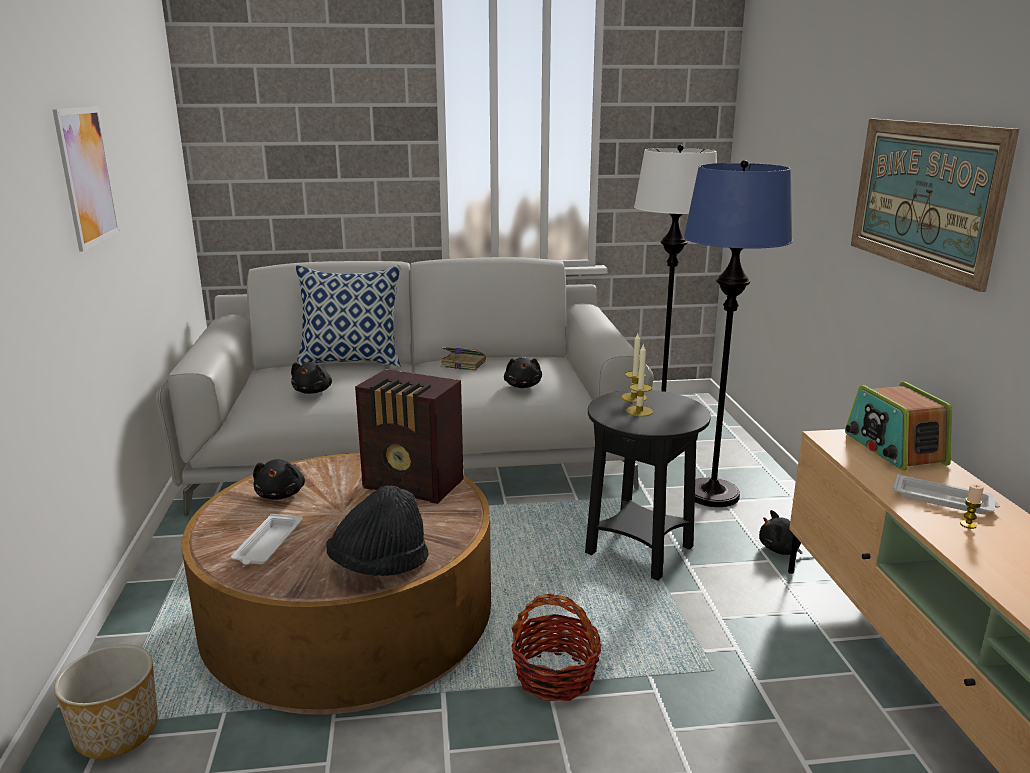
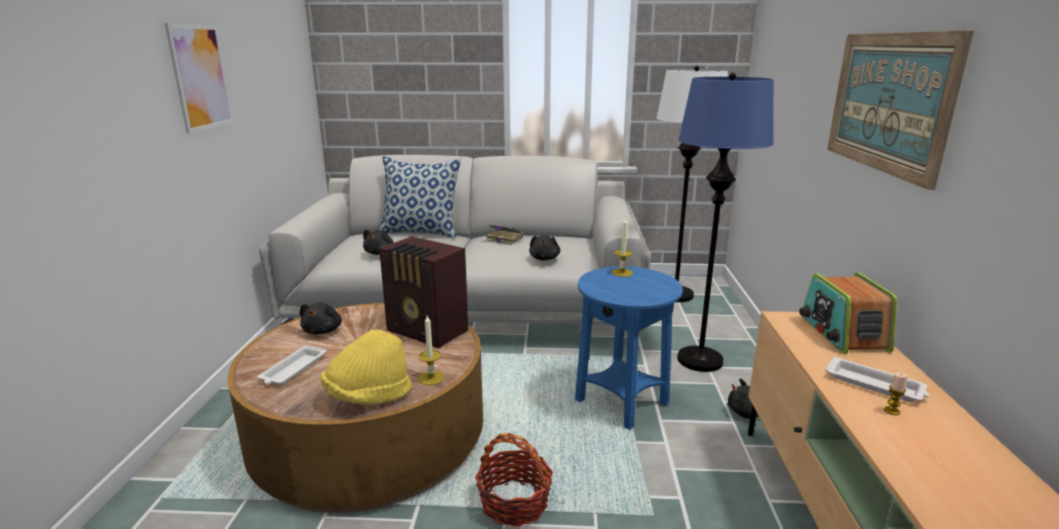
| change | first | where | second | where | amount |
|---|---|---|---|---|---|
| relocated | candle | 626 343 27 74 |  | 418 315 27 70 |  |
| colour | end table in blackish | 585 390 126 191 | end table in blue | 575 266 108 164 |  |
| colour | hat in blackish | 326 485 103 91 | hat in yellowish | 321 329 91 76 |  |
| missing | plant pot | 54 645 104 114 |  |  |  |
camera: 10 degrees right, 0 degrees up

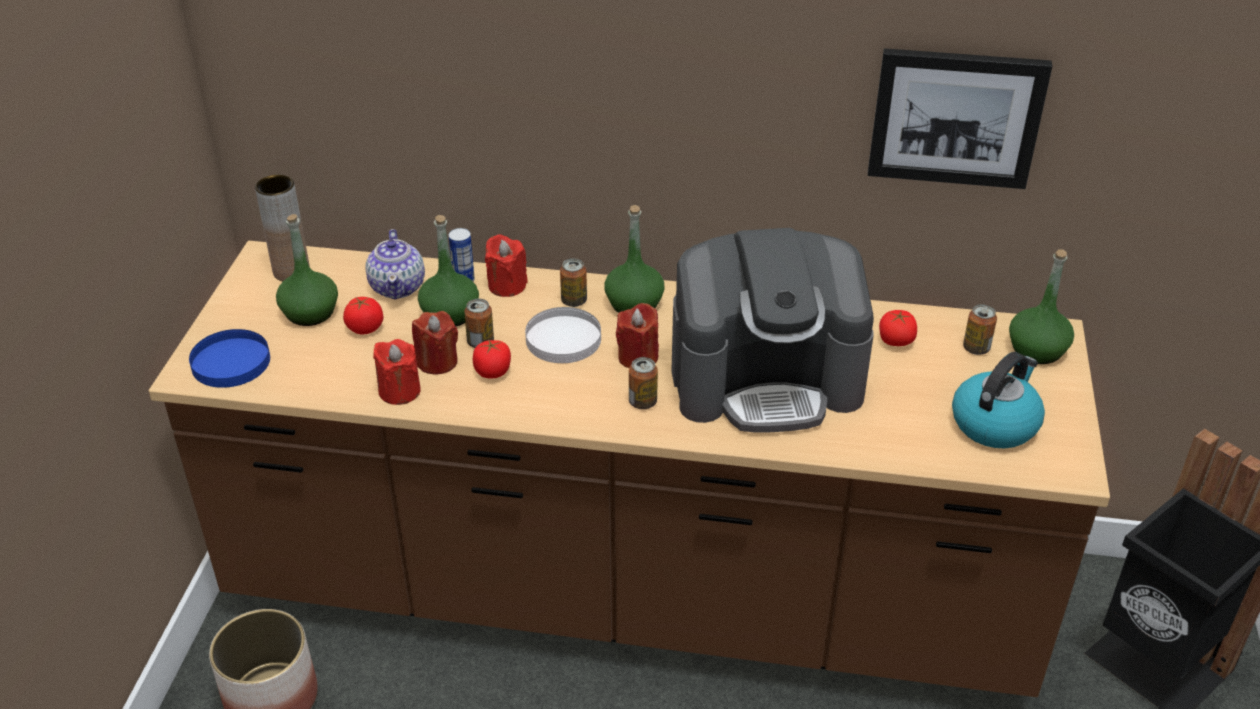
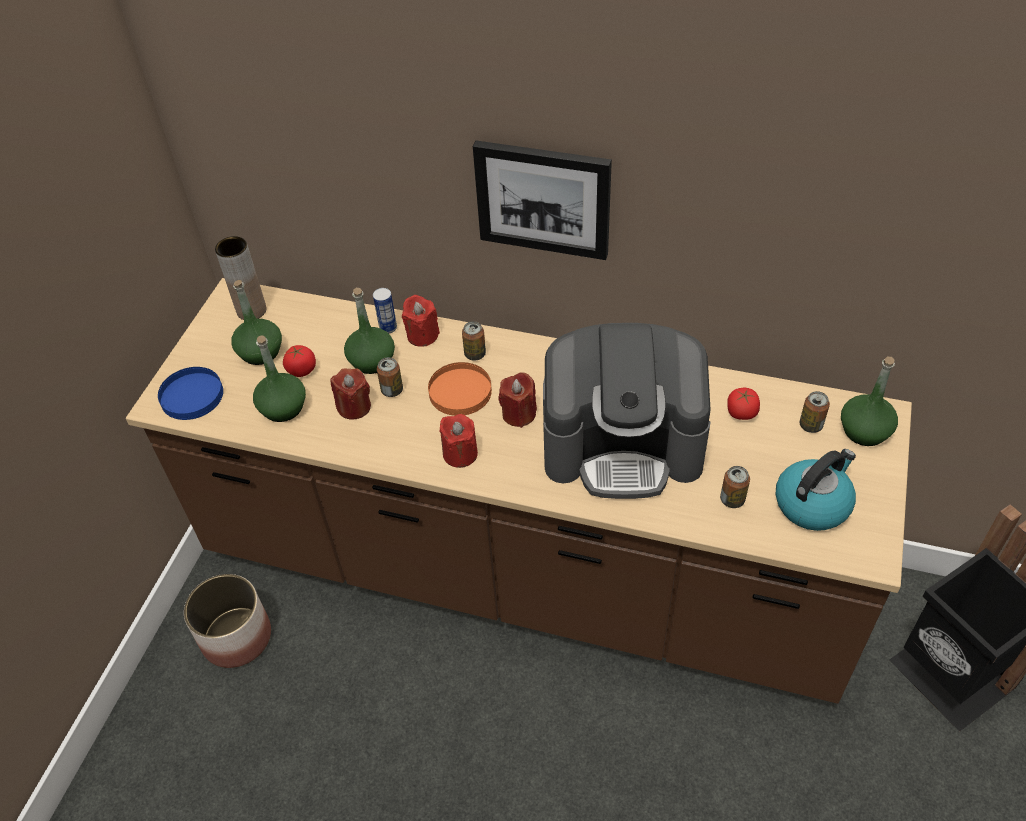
| change | first | where | second | where | amount |
|---|---|---|---|---|---|
| relocated | wall art | 868 48 184 141 |  | 473 140 139 120 |  |
| relocated | drink bottle in greenish | 604 205 61 108 |  | 253 335 53 87 |  |
| missing | pot for tea | 365 229 60 71 |  |  |  |
| colour | dinner plate in whitish | 525 307 76 56 | dinner plate in orangey | 428 362 64 54 |  |
| relocated | candle in red | 373 339 48 66 |  | 439 414 39 54 |  |
| missing | fresh tomato | 473 339 38 39 |  |  |  |
| relocated | sealed can | 629 357 29 52 |  | 720 466 30 42 |  |
camera: 10 degrees right, 10 degrees up

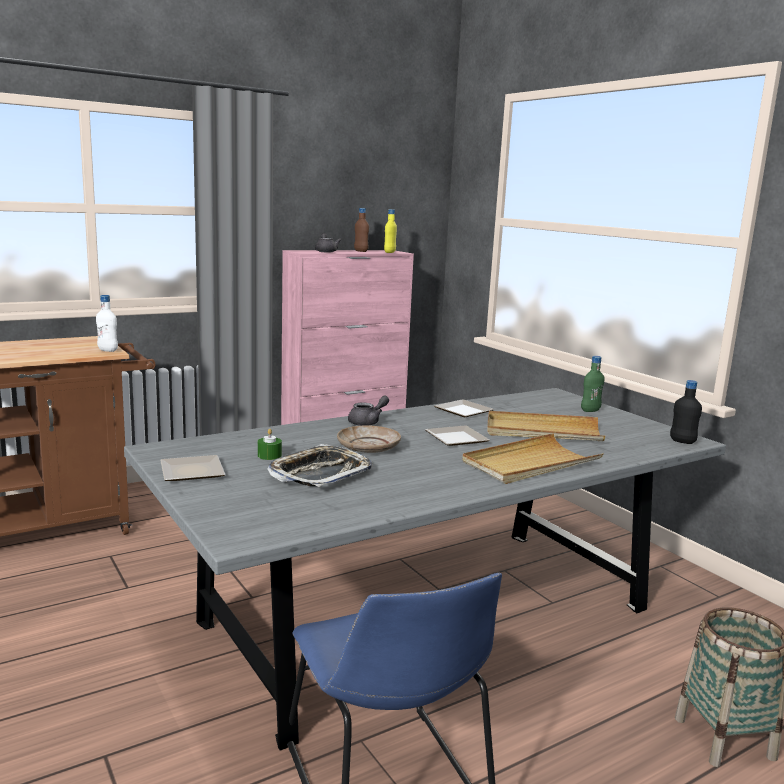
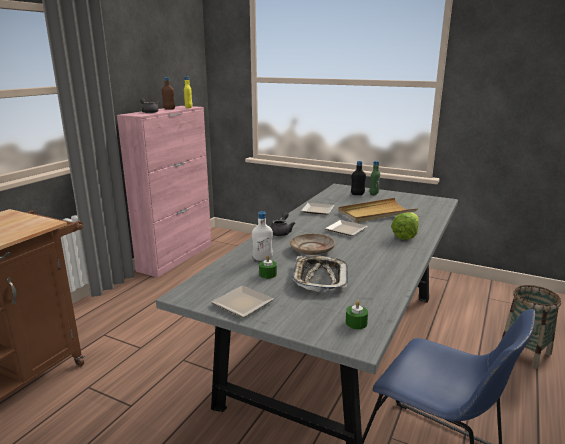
| change | first | where | second | where | amount |
|---|---|---|---|---|---|
| relocated | drink bottle in whitish | 96 295 22 57 |  | 252 211 21 50 |  |
| relocated | drink bottle in blackish | 670 380 32 64 |  | 351 161 15 34 |  |
| exchanged | carrying tray in sand-coloured | 462 433 141 51 | head of lettuce | 391 212 28 27 |  |
| appeared |  |  | candle in greenish | 346 300 22 29 |  |
camera: 30 degrees left, 5 degrees up

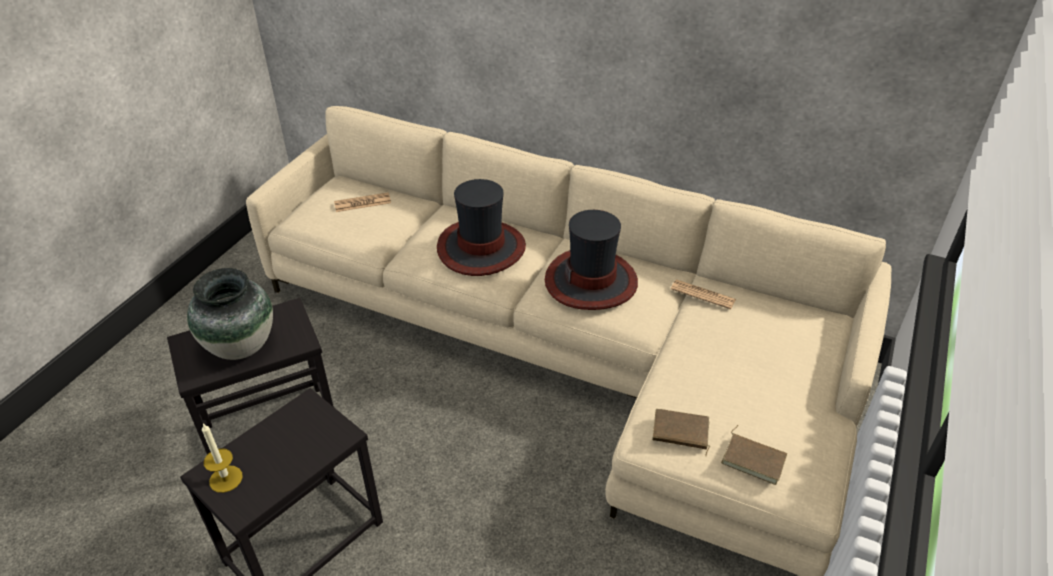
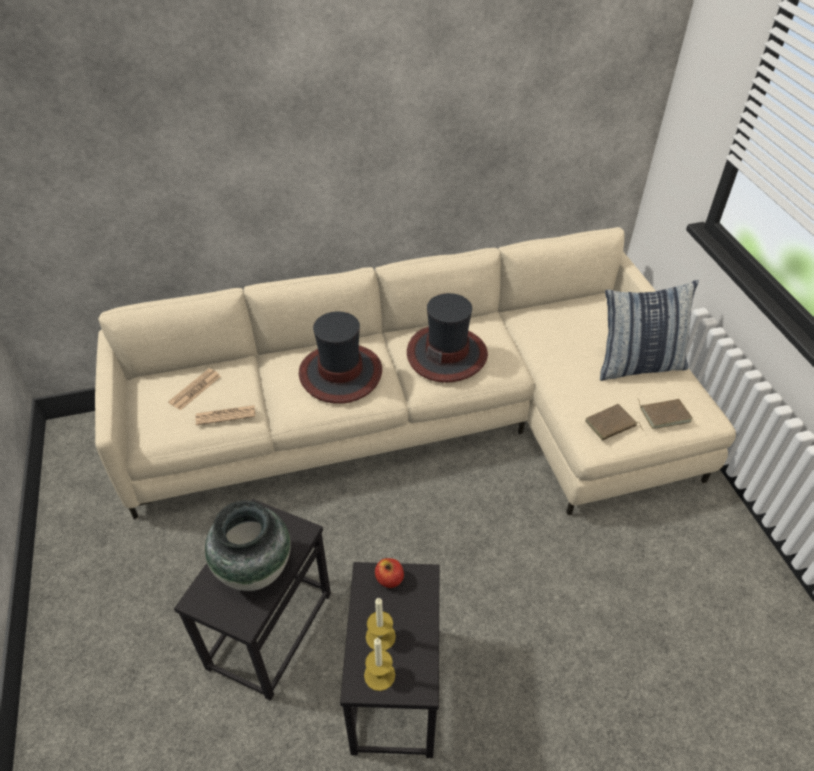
| change | first | where | second | where | amount |
|---|---|---|---|---|---|
| relocated | newspaper | 671 279 65 30 |  | 196 405 59 20 |  |
| appeared |  |  | cushion | 600 280 99 101 |  |
| appeared |  |  | whole apple | 375 558 29 30 |  |
| appeared |  |  | candle | 366 597 30 53 |  |
camera: 40 degrees left, 5 degrees up

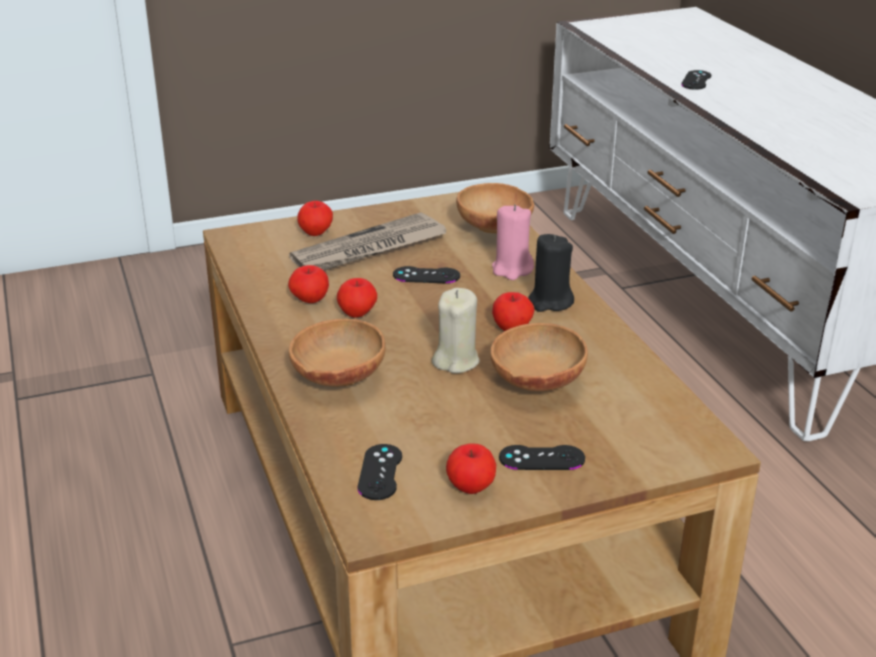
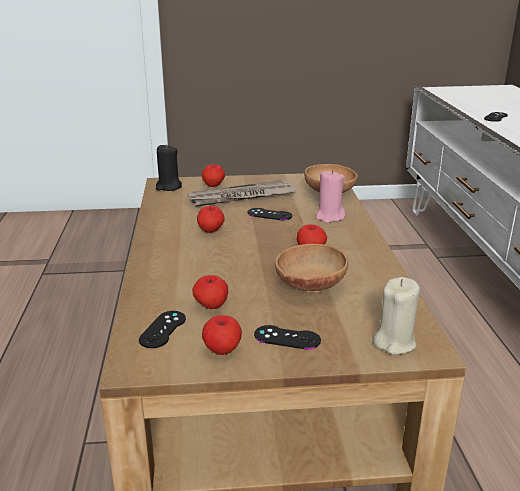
| change | first | where | second | where | amount |
|---|---|---|---|---|---|
| relocated | candle in blackish | 528 234 46 78 |  | 156 144 26 47 |  |
| relocated | whole apple | 288 265 41 38 |  | 192 275 36 34 |  |
| relocated | candle in sand-coloured | 432 288 48 86 |  | 372 277 48 78 |  |
| missing | bowl in brownish | 289 319 97 68 |  |  |  |
camera: 15 degrees right, 5 degrees down

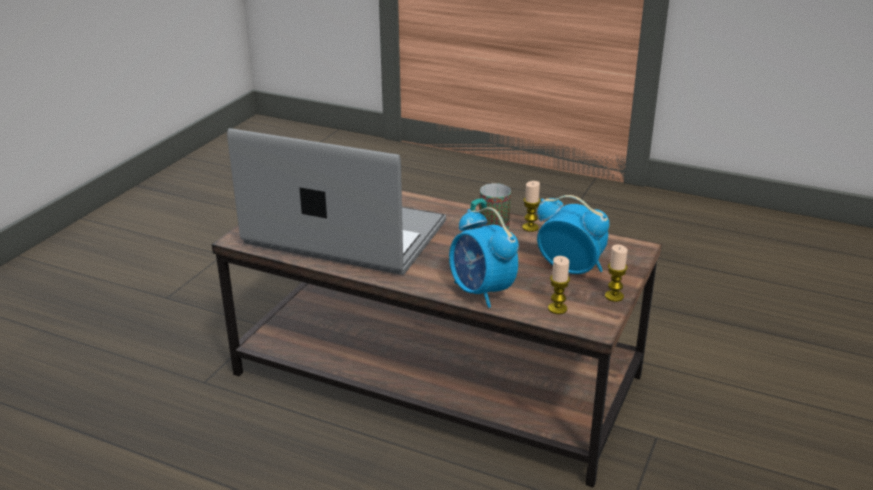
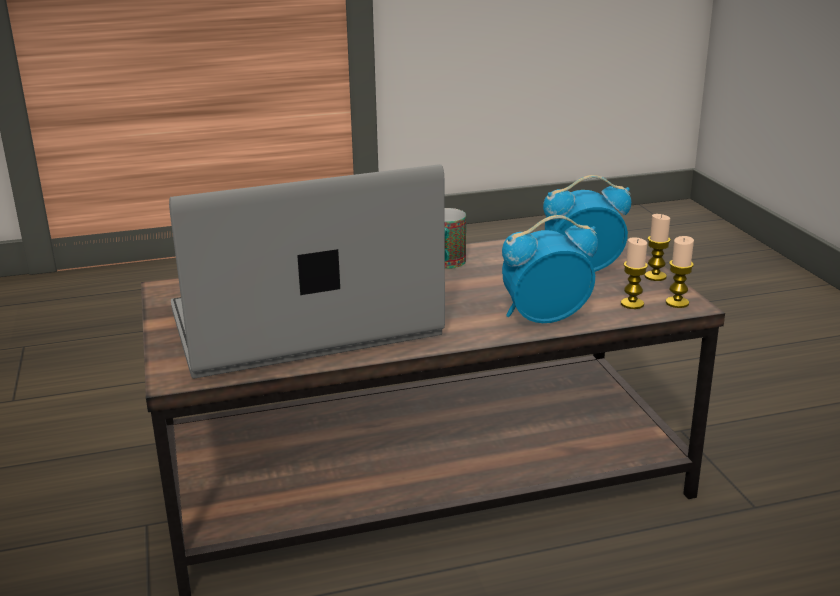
| change | first | where | second | where | amount |
|---|---|---|---|---|---|
| relocated | candle | 522 181 19 51 |  | 666 236 28 72 |  |
| spun | table clock | 449 207 70 101 |  | 502 215 96 108 | 150 degrees clockwise |
camera: 40 degrees left, 5 degrees down

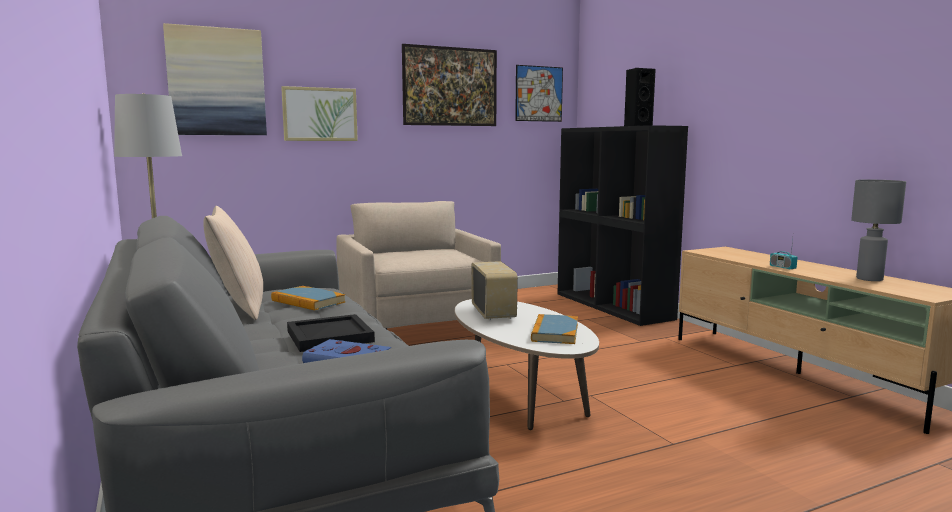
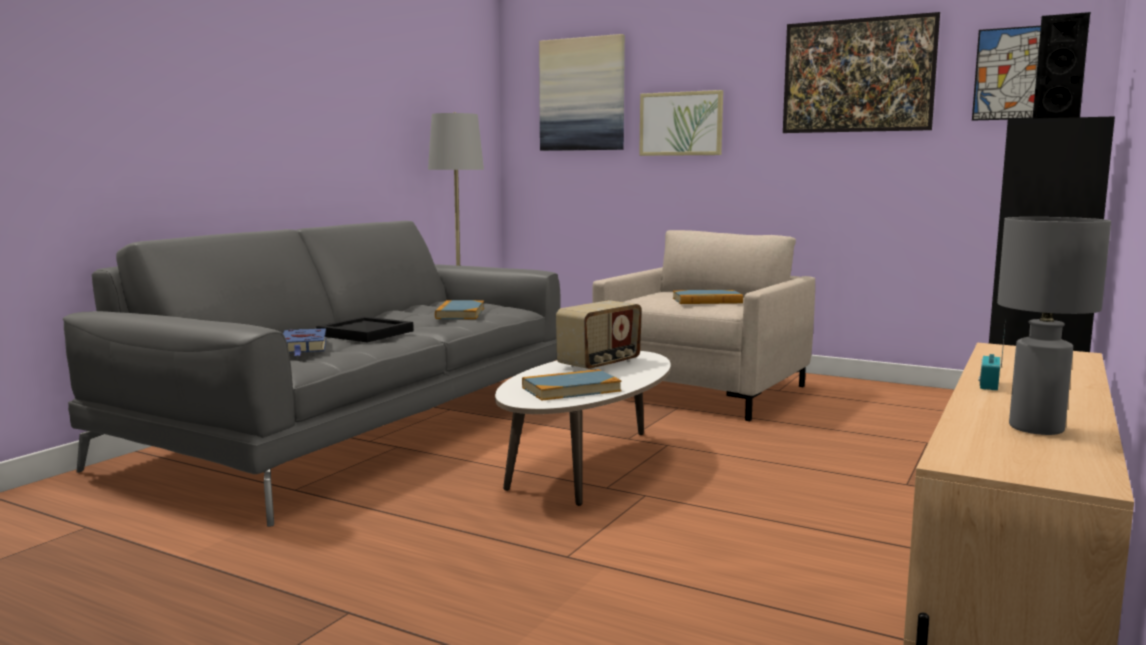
| change | first | where | second | where | amount |
|---|---|---|---|---|---|
| missing | cushion in sand-coloured | 203 206 60 114 |  |  |  |
| appeared |  |  | book | 673 290 70 14 |  |
camera: 55 degrees right, 0 degrees up

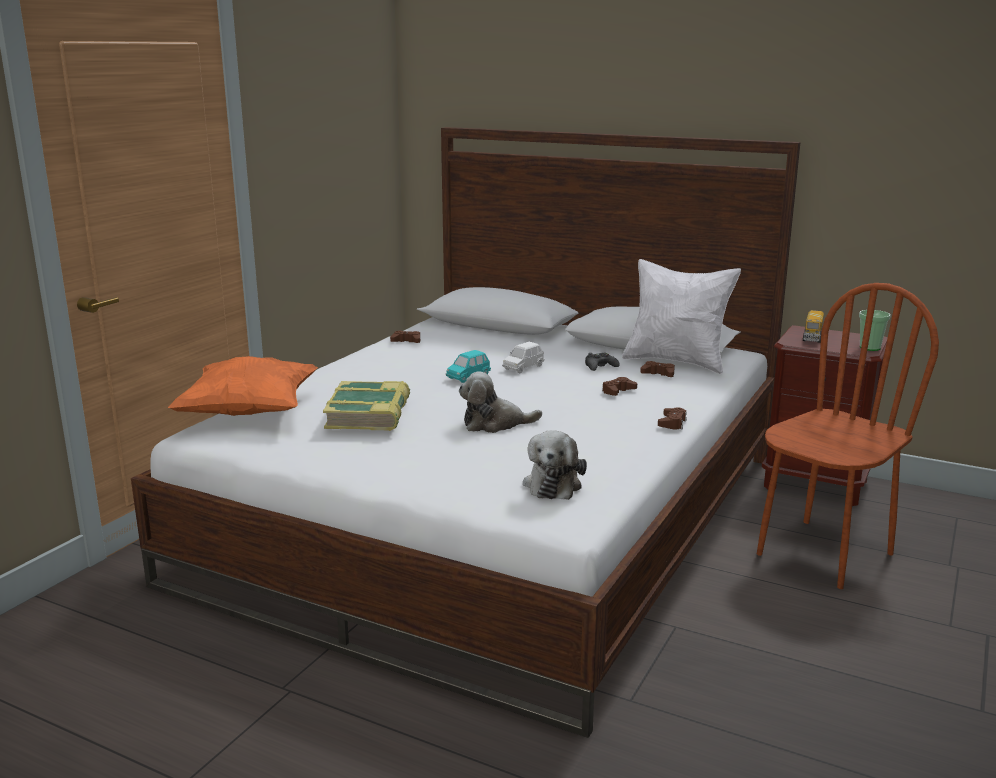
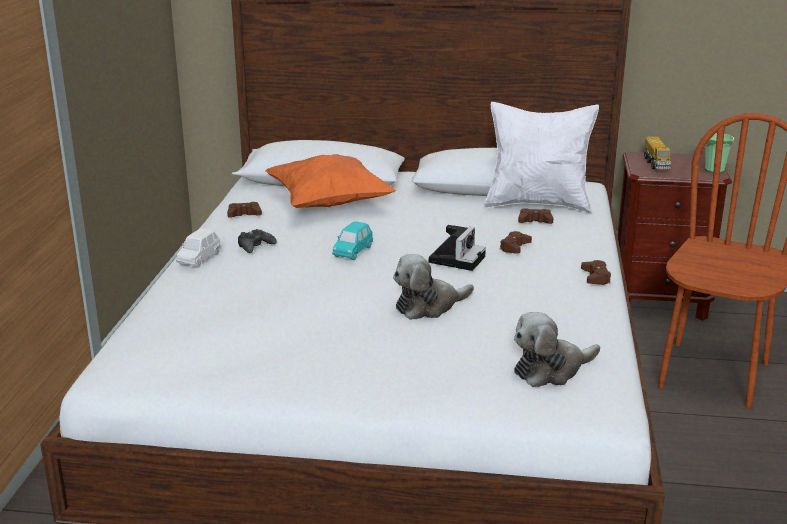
| change | first | where | second | where | amount |
|---|---|---|---|---|---|
| relocated | miniature car in whitish | 502 342 42 31 |  | 176 228 45 40 |  |
| relocated | game controller in blackish | 585 352 35 19 |  | 238 229 39 24 |  |
| relocated | cushion in orangey | 168 356 150 60 |  | 266 154 130 54 |  |
| missing | book | 323 381 87 50 |  |  |  |
| spun | cuddly toy | 523 430 64 70 |  | 514 312 86 75 | 75 degrees clockwise |
| appeared |  |  | photo camera | 429 225 57 46 |  |
camera: 20 degrees left, 5 degrees up

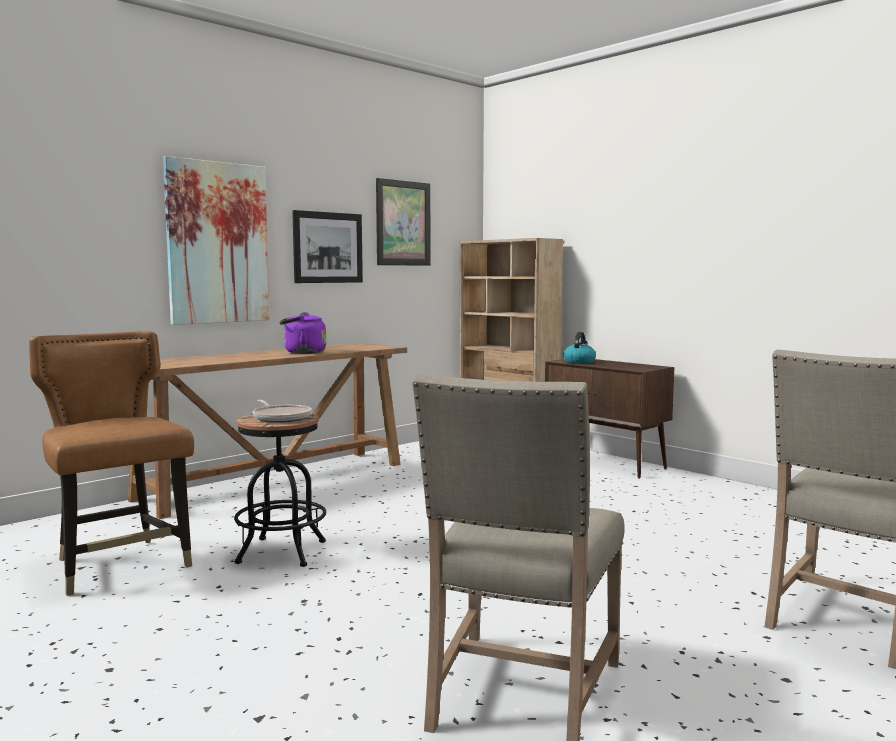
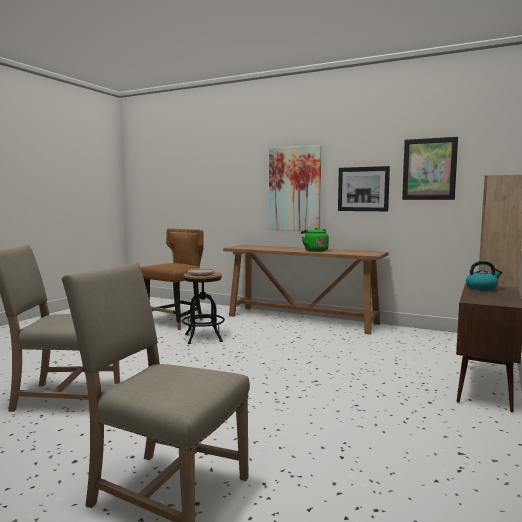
| change | first | where | second | where | amount |
|---|---|---|---|---|---|
| colour | tea kettle in purple | 279 312 47 42 | tea kettle in greenish | 301 228 28 24 |  |
camera: 70 degrees right, 0 degrees up

